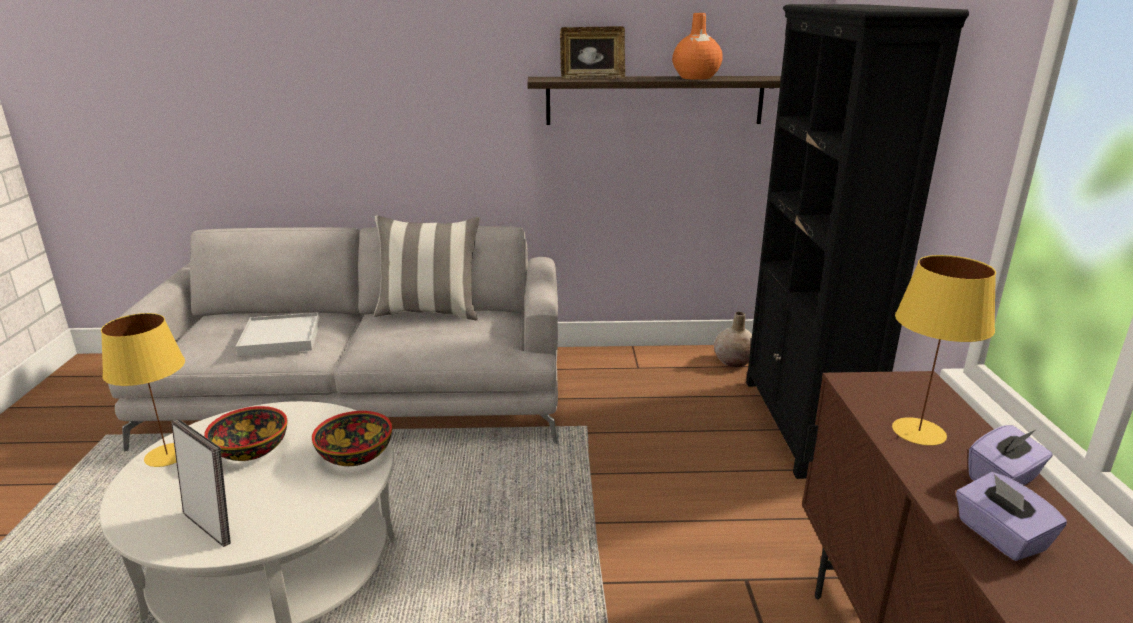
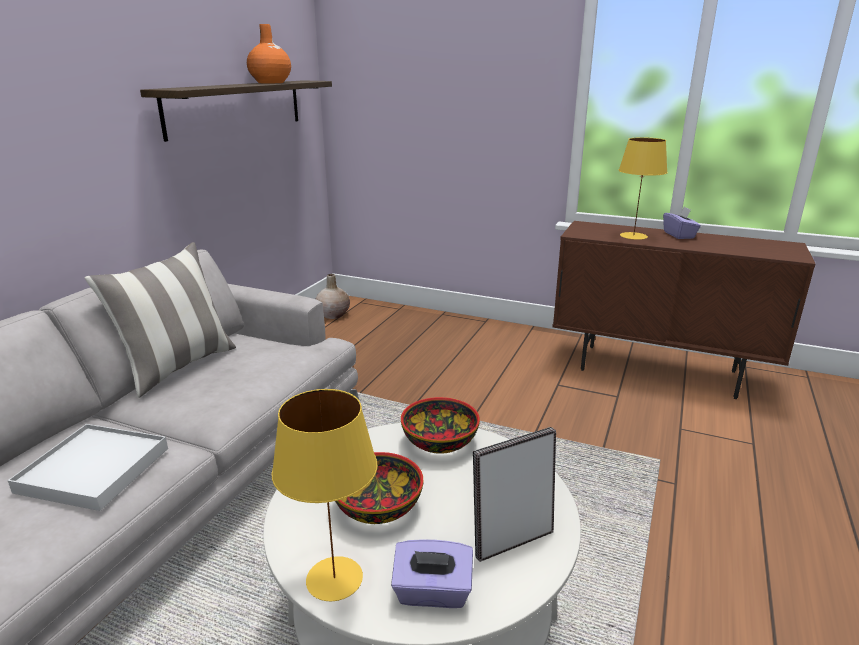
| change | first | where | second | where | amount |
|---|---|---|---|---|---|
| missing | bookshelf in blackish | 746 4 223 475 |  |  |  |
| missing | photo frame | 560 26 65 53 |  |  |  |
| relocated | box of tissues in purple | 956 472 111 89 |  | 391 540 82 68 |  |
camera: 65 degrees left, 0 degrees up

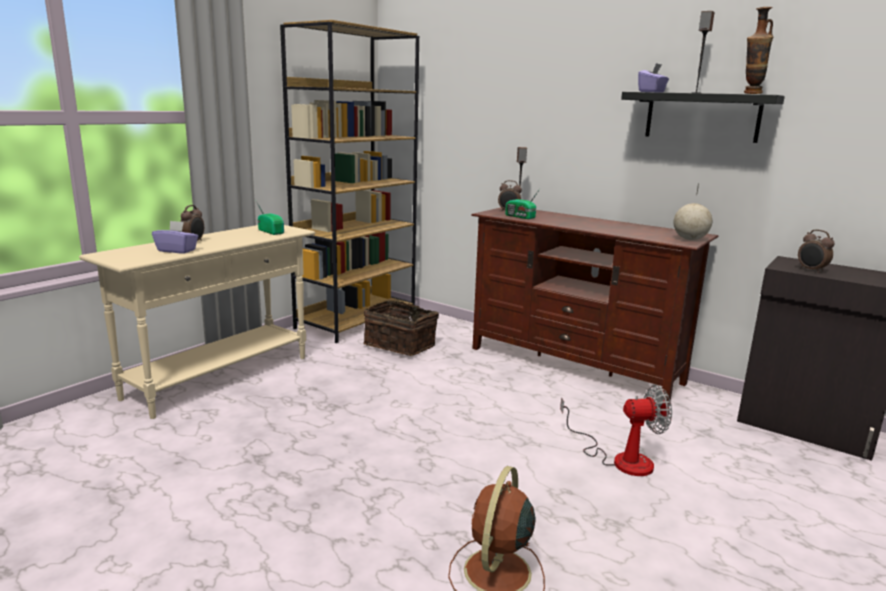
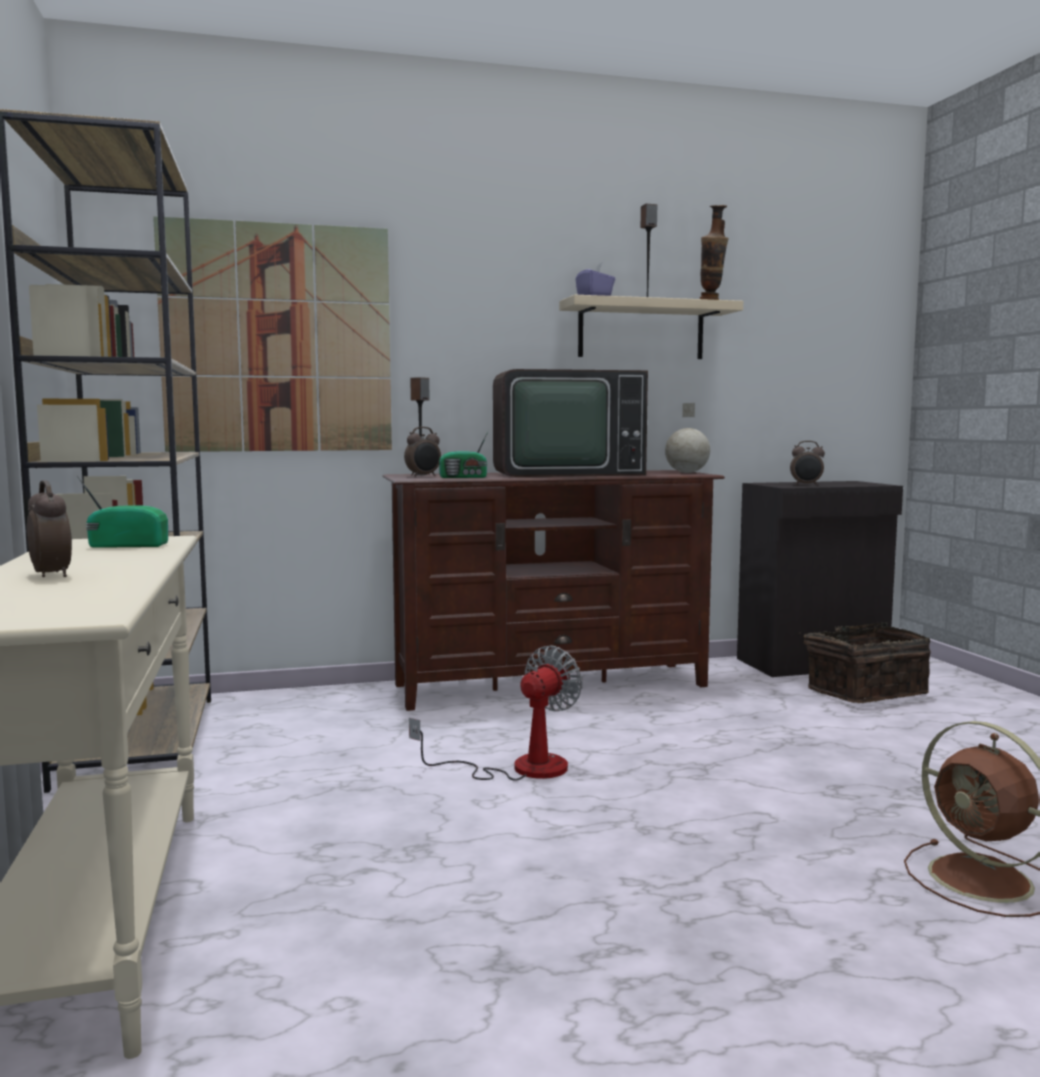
| change | first | where | second | where | amount |
|---|---|---|---|---|---|
| colour | wall shelf in blackish | 621 92 164 51 | wall shelf in sand-coloured | 559 295 184 64 |  |
| missing | box of tissues in purple | 152 221 46 32 |  |  |  |
| relocated | storage basket | 363 301 76 55 |  | 798 622 133 81 |  |
| relocated | fan | 560 385 112 91 |  | 409 645 173 136 |  |
| appeared |  |  | wall art | 153 216 239 236 |  |
| appeared |  |  | TV | 493 369 155 108 |  |
camera: 50 degrees left, 10 degrees down

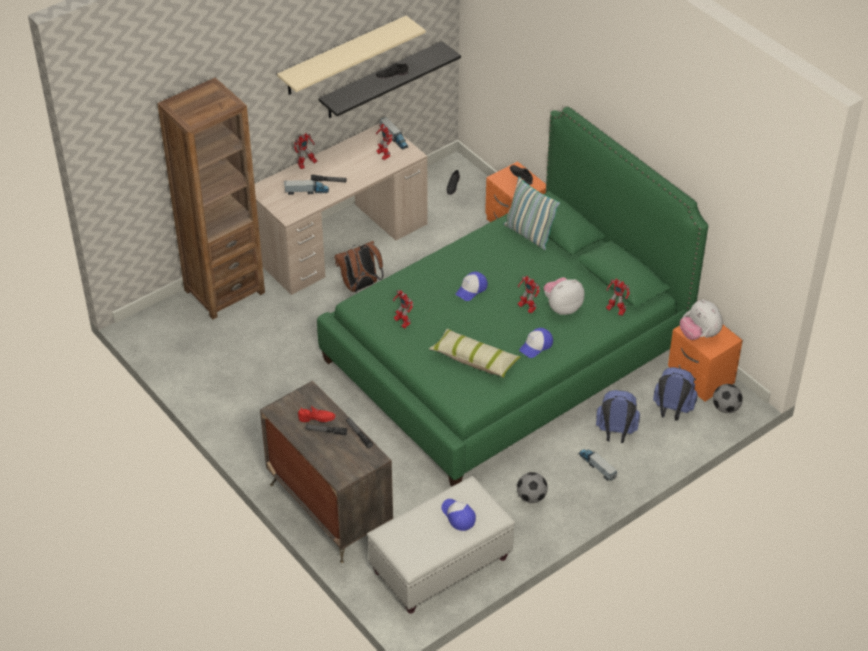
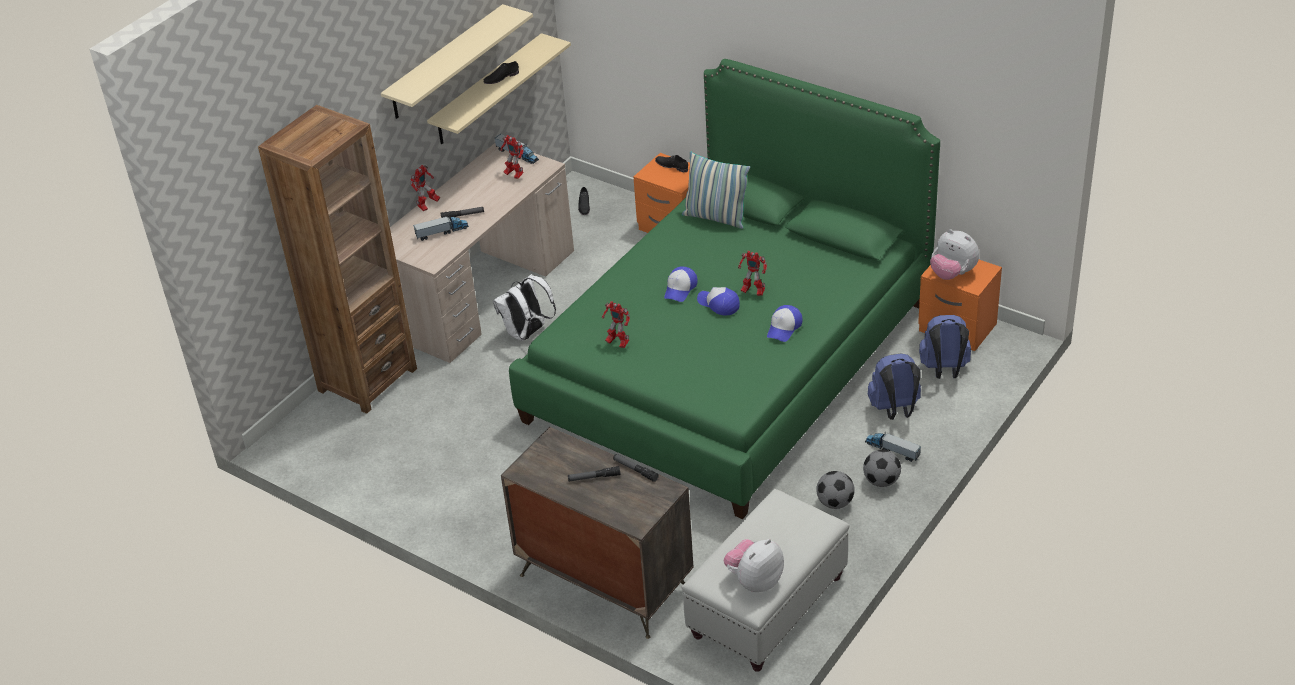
| change | first | where | second | where | amount |
|---|---|---|---|---|---|
| colour | wall shelf in blackish | 318 41 143 77 | wall shelf in sand-coloured | 427 33 144 111 |  |
| colour | backpack in brownish | 334 241 49 51 | backpack in whitish | 493 274 63 67 |  |
| relocated | cuddly toy | 544 277 41 38 |  | 723 539 61 53 |  |
| missing | model robot | 606 279 24 37 |  |  |  |
| missing | cushion | 429 329 92 49 |  |  |  |
| relocated | football | 713 384 30 29 |  | 863 449 38 38 |  |
| missing | low shoe in red | 298 406 38 16 |  |  |  |
| relocated | peaked cap | 442 499 34 32 |  | 697 287 43 28 |  |
camera: 15 degrees left, 5 degrees down

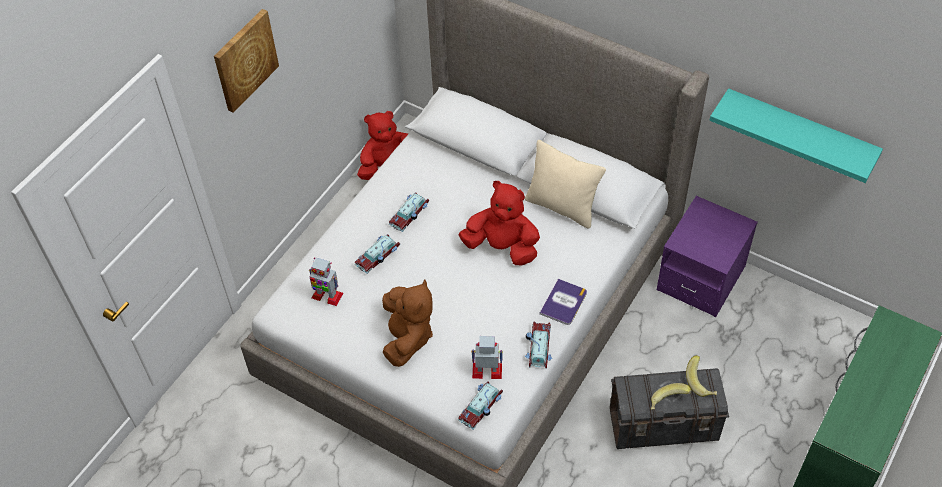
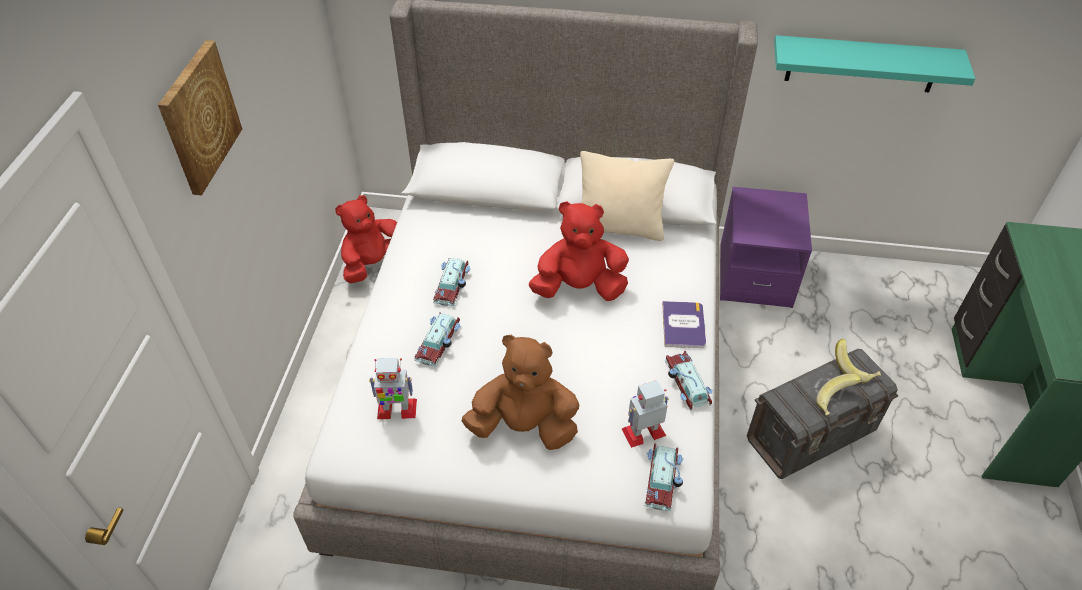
| change | first | where | second | where | amount |
|---|---|---|---|---|---|
| spun | cuddly toy in brownish | 382 279 51 88 |  | 462 335 117 115 | 60 degrees counterclockwise |
camera: 25 degrees left, 5 degrees down

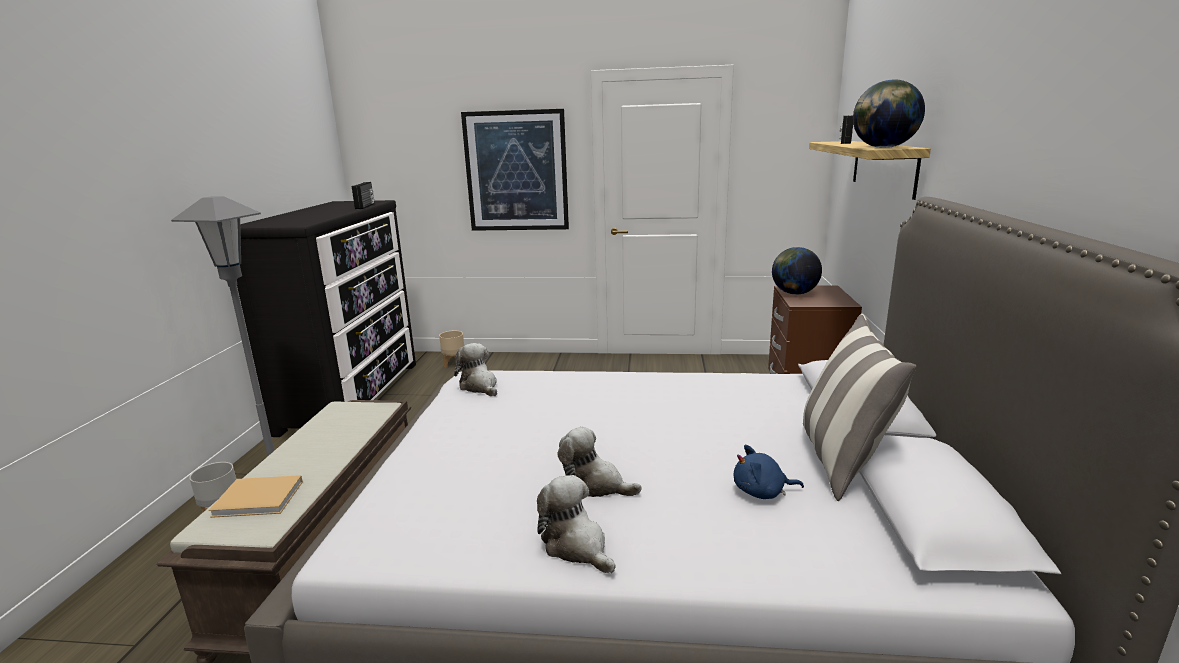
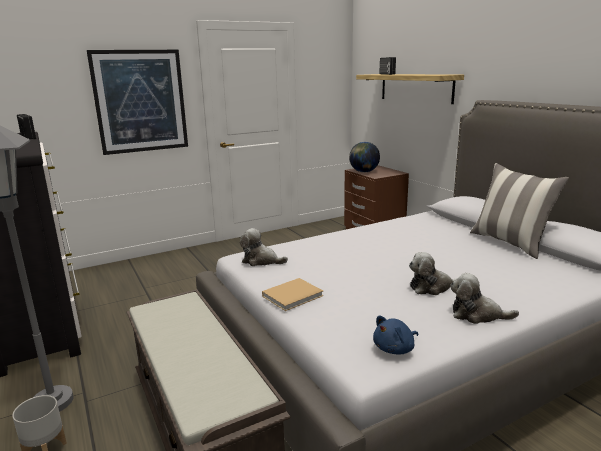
| change | first | where | second | where | amount |
|---|---|---|---|---|---|
| missing | globe | 853 80 72 68 |  |  |  |
| missing | plant pot in sand-coloured | 439 331 25 37 |  |  |  |
| relocated | cuddly toy in blue | 734 445 70 54 |  | 373 315 45 39 |  |
| relocated | book in sand-coloured | 208 475 95 43 |  | 262 278 61 33 |  |
camera: 35 degrees left, 0 degrees up

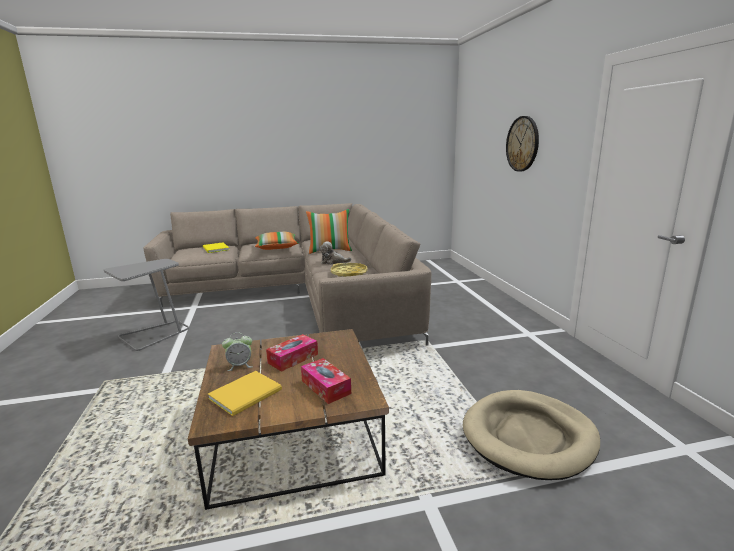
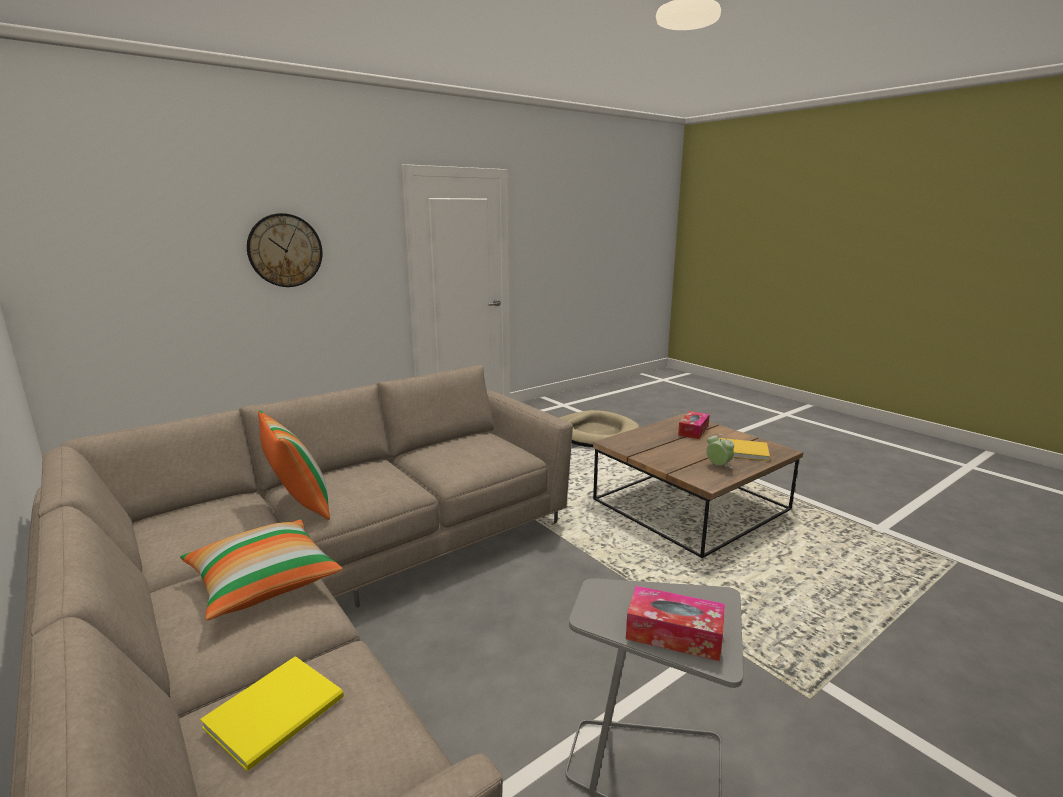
| change | first | where | second | where | amount |
|---|---|---|---|---|---|
| missing | cuddly toy | 319 242 32 23 |  |  |  |
| missing | carrying tray in yellowish | 331 263 36 14 |  |  |  |
| relocated | box of tissues | 266 334 52 38 |  | 626 586 99 75 |  |
camera: 115 degrees left, 0 degrees up

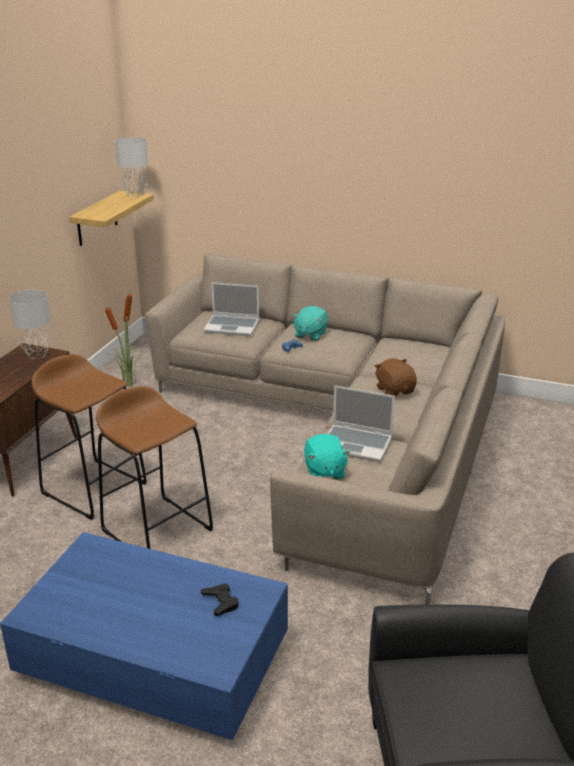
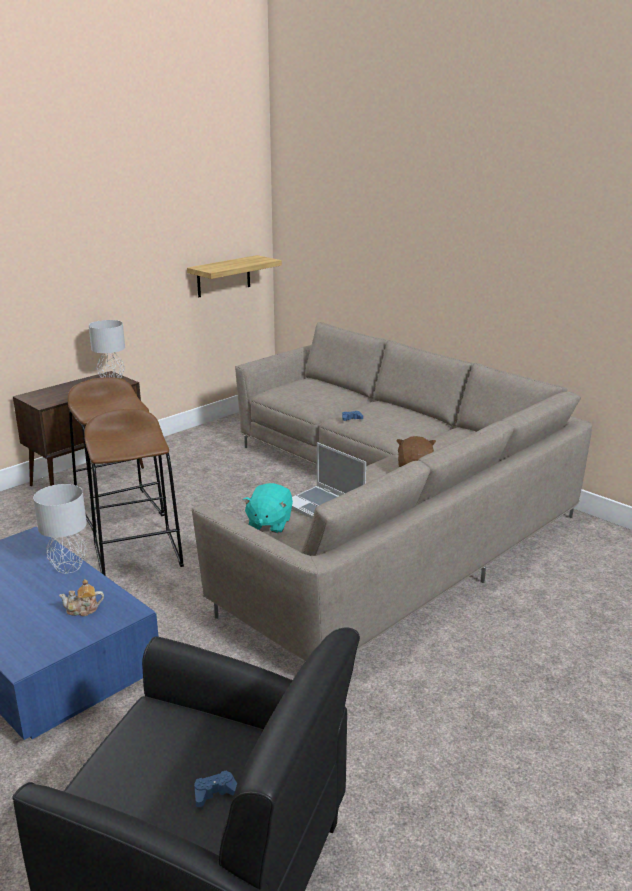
| change | first | where | second | where | amount |
|---|---|---|---|---|---|
| relocated | tabletop lamp in grey | 115 138 33 59 |  | 33 484 54 90 |  |
| missing | portable computer | 203 282 56 54 |  |  |  |
| missing | plant in a pot | 105 288 41 99 |  |  |  |
| missing | cuddly toy in turquoise | 292 306 36 35 |  |  |  |
| exchanged | game controller in blackish | 201 583 38 33 | pot for tea | 59 579 45 37 |  |
| appeared |  |  | game controller in blue | 194 770 43 37 |  |
camera: 25 degrees right, 5 degrees down

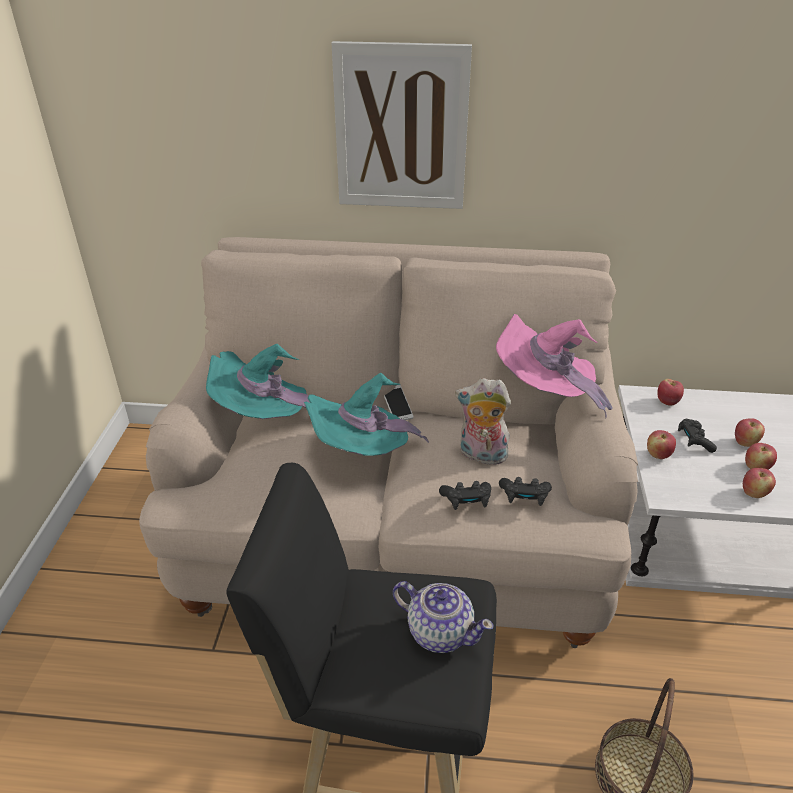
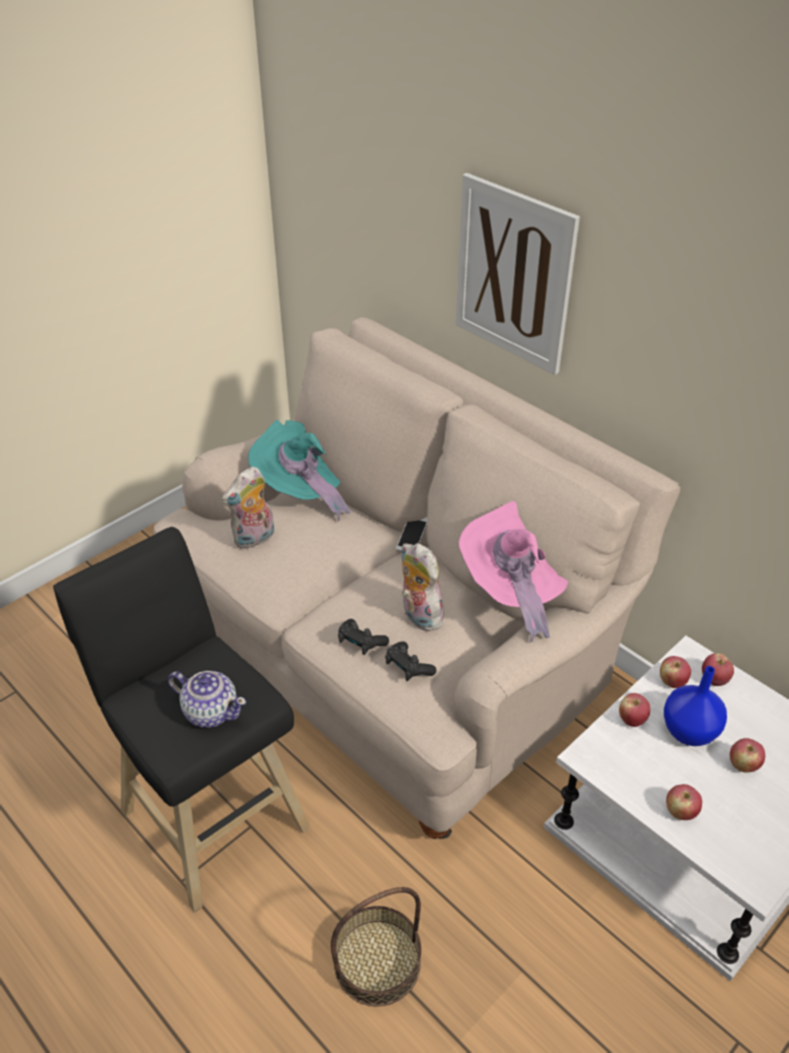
| change | first | where | second | where | amount |
|---|---|---|---|---|---|
| missing | hat in turquoise | 304 373 125 83 |  |  |  |
| exchanged | game controller in blackish | 678 419 39 34 | flower vase in blue | 664 666 63 80 |  |
| relocated | whole apple | 745 443 32 27 |  | 660 656 31 32 |  |
| spun | pot for tea | 393 581 101 72 |  | 168 671 78 57 | 45 degrees counterclockwise |
| appeared |  |  | cuddly toy | 222 466 52 83 |  |
camera: 40 degrees right, 5 degrees up

